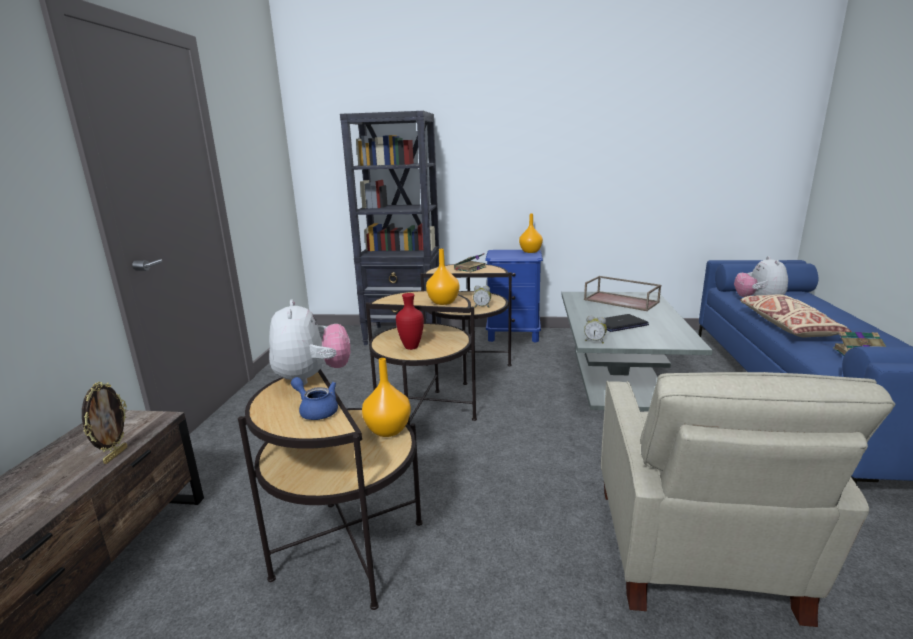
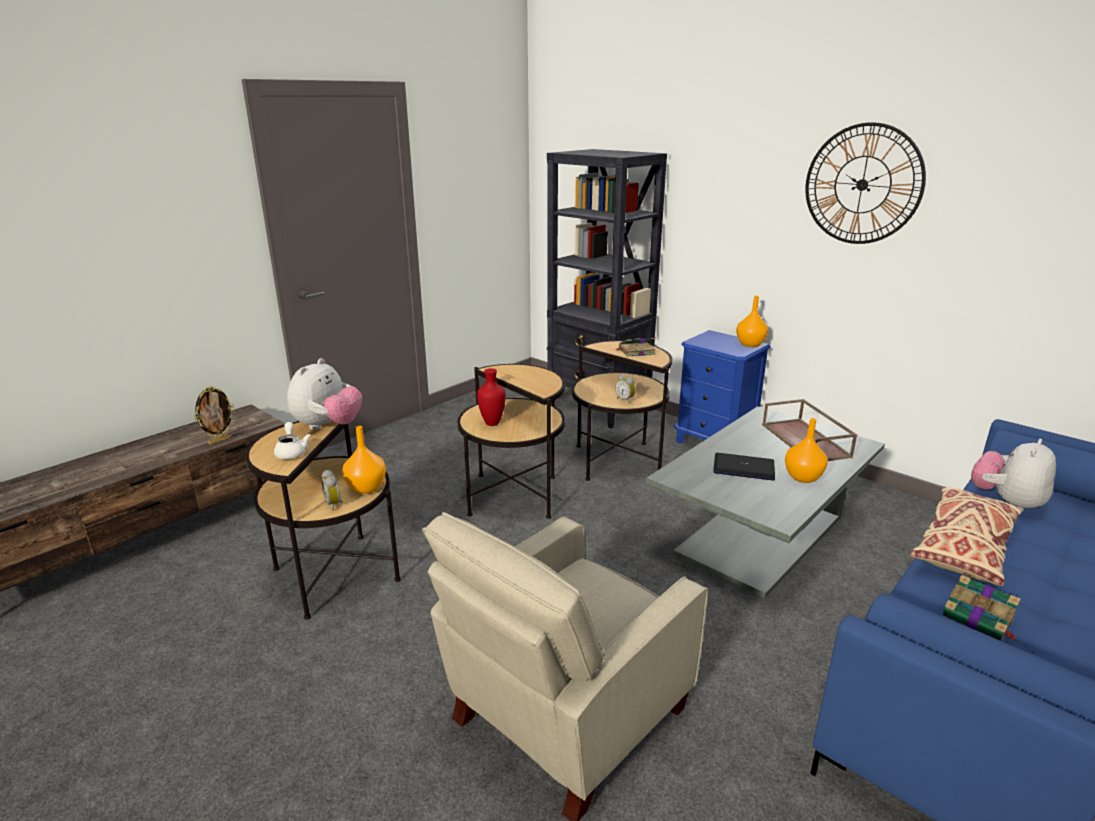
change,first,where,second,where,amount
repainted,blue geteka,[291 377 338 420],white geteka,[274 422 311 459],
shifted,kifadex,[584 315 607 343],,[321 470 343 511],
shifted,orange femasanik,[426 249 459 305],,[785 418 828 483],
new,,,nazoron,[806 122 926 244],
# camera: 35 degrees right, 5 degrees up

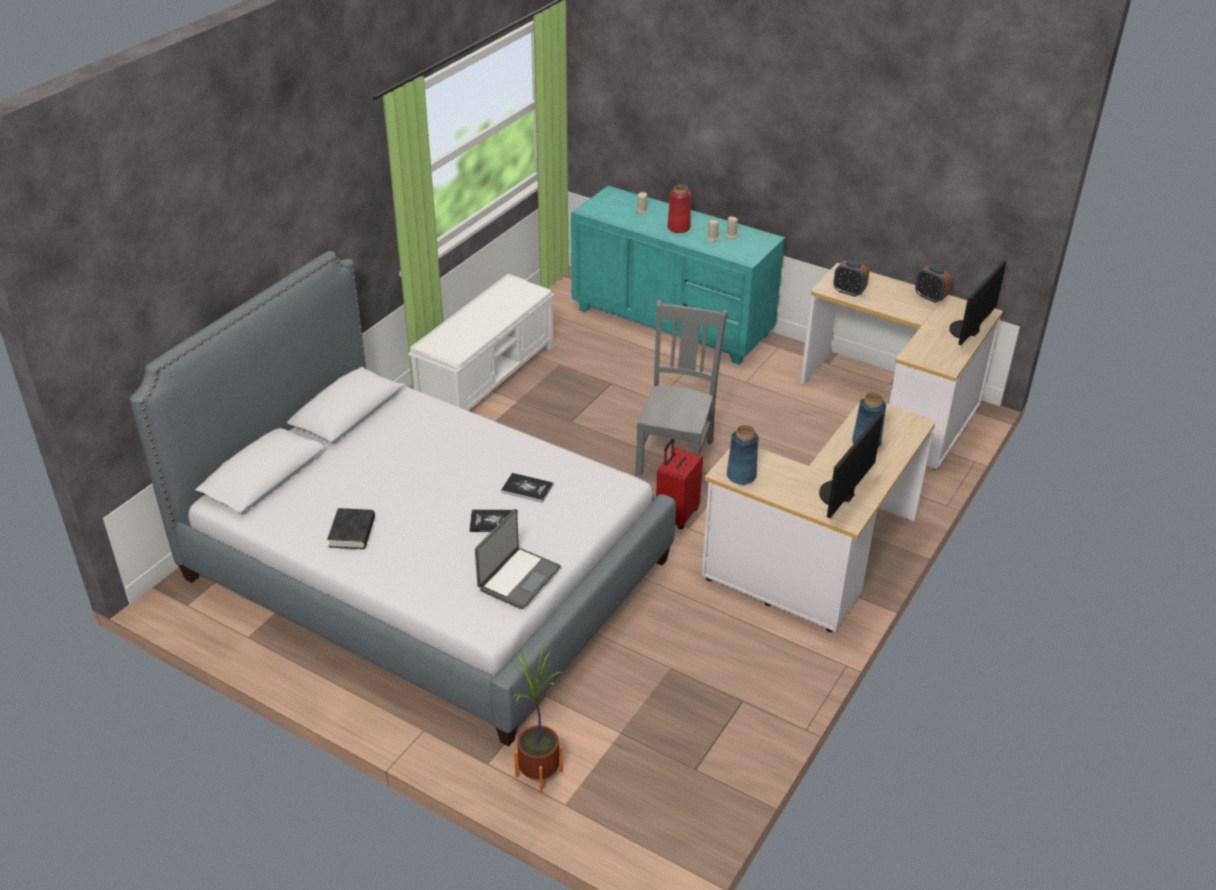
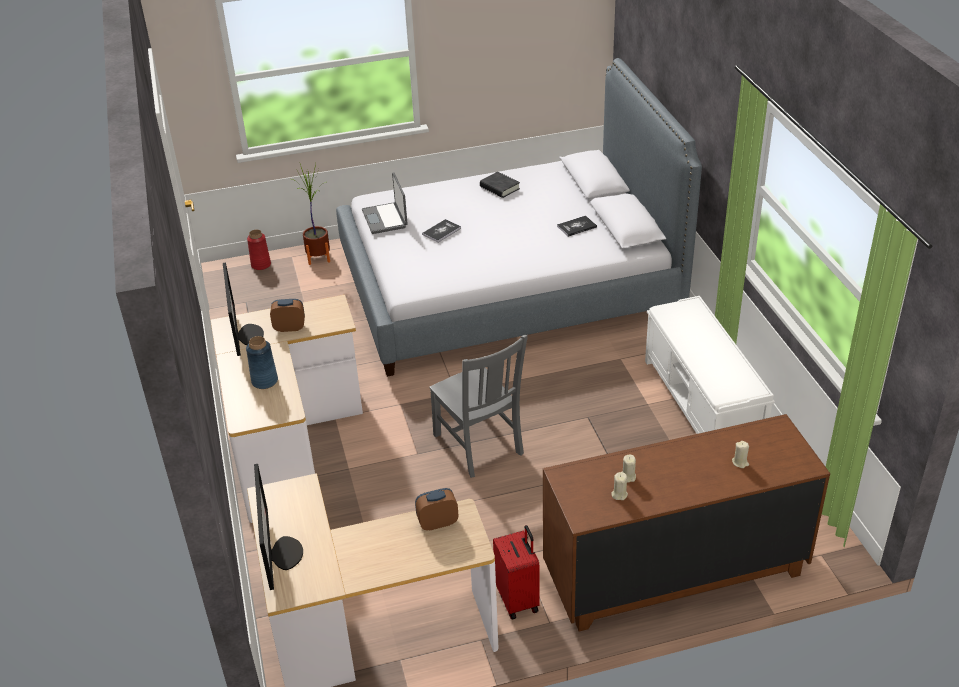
change,first,where,second,where,amount
shifted,red femasanik,[667 184 691 233],,[247 230 271 270],
shifted,kifadex,[915 265 952 303],,[270 299 305 332],
shifted,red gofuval,[656 439 703 529],,[493 525 540 620],
repainted,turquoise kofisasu,[571 186 785 365],brown kofisasu,[543 414 830 632],
shifted,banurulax,[501 473 554 503],,[557 215 597 237],
gone,blue femasanik,[727 425 759 485],,,
# camera: 135 degrees right, 0 degrees up

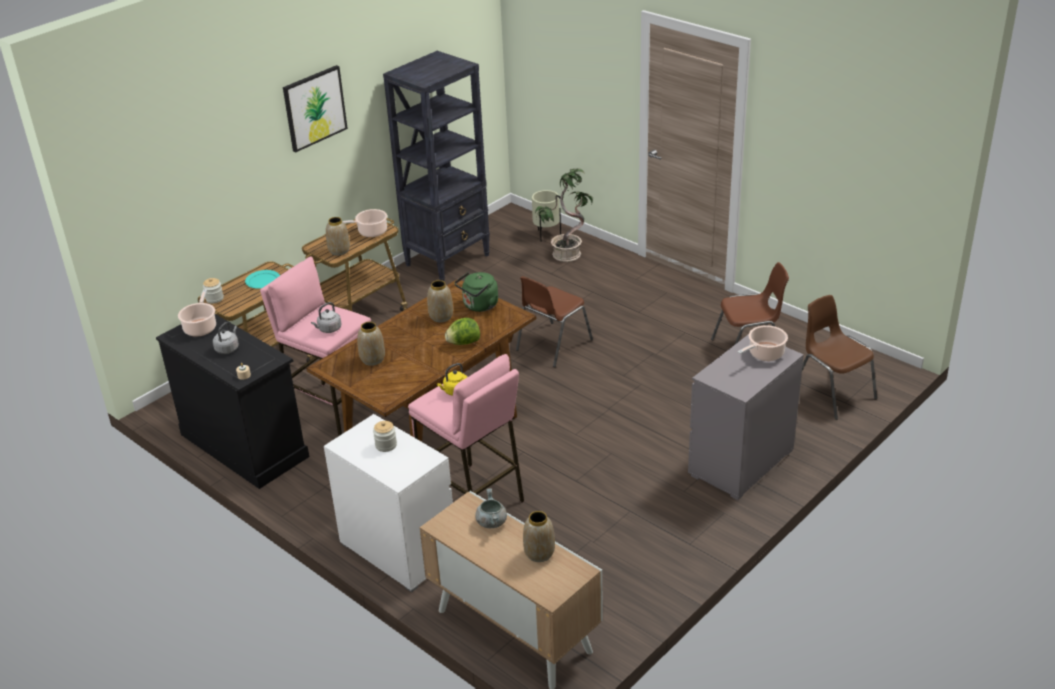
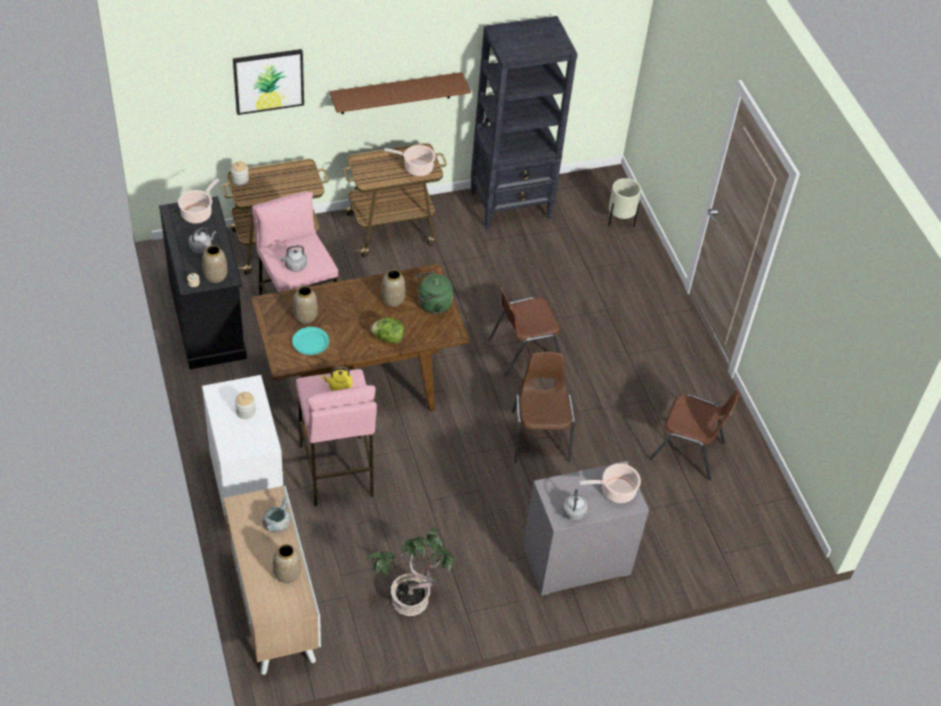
change,first,where,second,where,amount
shifted,femasanik,[326 217 350 256],,[202 245 227 283],
shifted,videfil,[283 65 348 152],,[233 49 304 115],
shifted,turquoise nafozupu,[245 270 280 289],,[292 327 329 355],
new,,,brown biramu,[330 72 471 114],
shifted,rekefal,[535 168 593 262],,[365 528 457 616],
shifted,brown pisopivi,[802 295 877 420],,[512 351 575 462],
new,,,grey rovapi,[562 489 588 521],
# camera: 25 degrees right, 15 degrees up

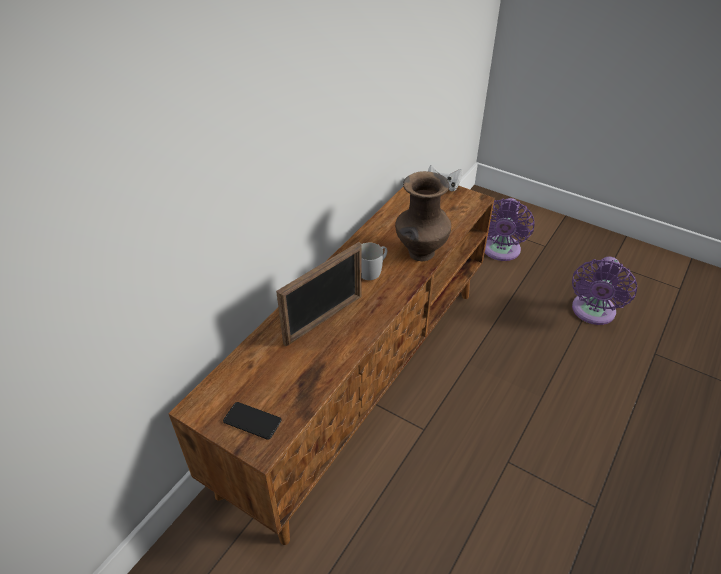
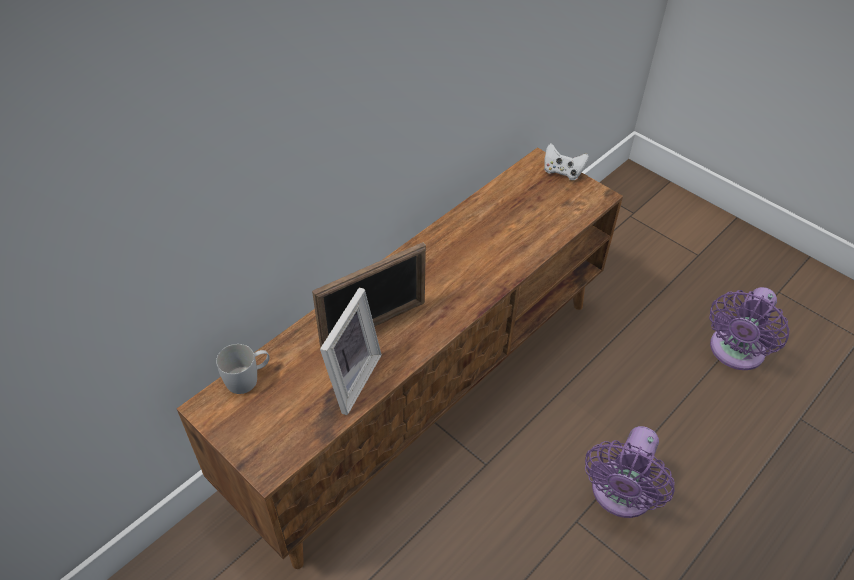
change,first,where,second,where,amount
shifted,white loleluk,[361 243 387 280],,[216 344 270 394],
new,,,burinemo,[320 288 382 415],
shifted,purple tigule,[485 198 535 261],,[585 426 675 518],
gone,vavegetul,[223 402 282 440],,,
gone,brown femasanik,[395 171 451 261],,,
# camera: 10 degrees right, 5 degrees up

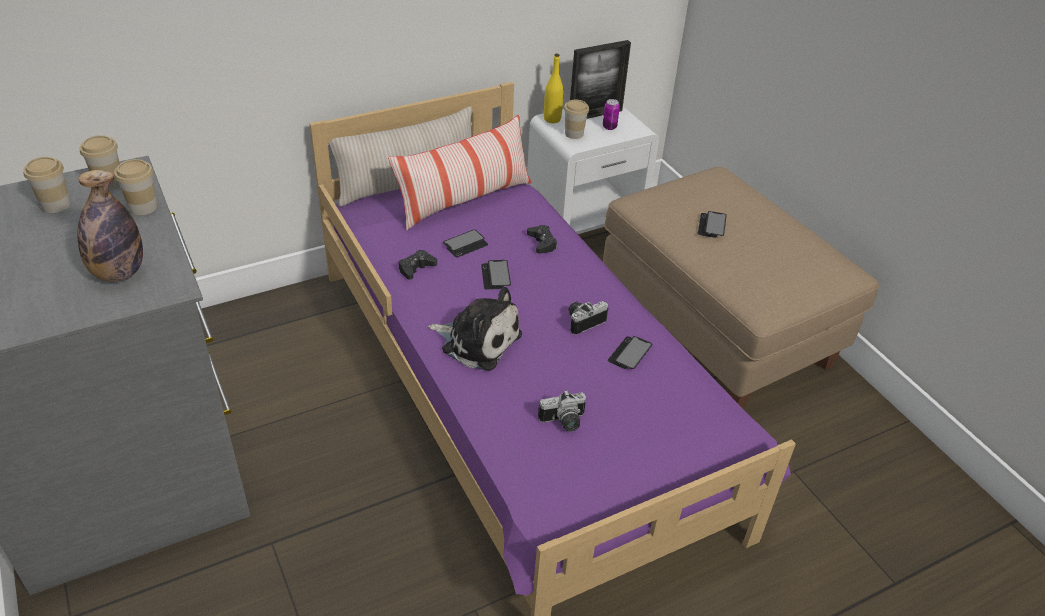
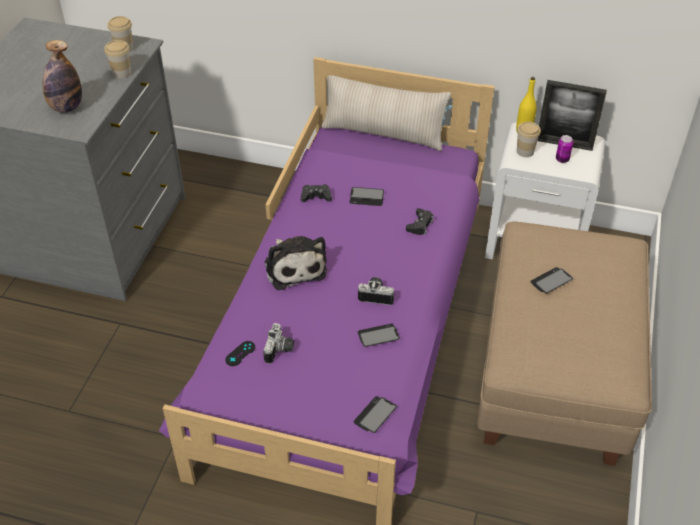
change,first,where,second,where,amount
new,,,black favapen,[225 341 255 366],
rotated,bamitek,[538 390 586 431],,[263 323 294 364],105 degrees counterclockwise
shifted,vavegetul,[481 260 511 290],,[354 396 397 433],
gone,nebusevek,[23 157 70 213],,,
gone,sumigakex,[388 115 531 231],,,
# camera: 45 degrees right, 5 degrees up

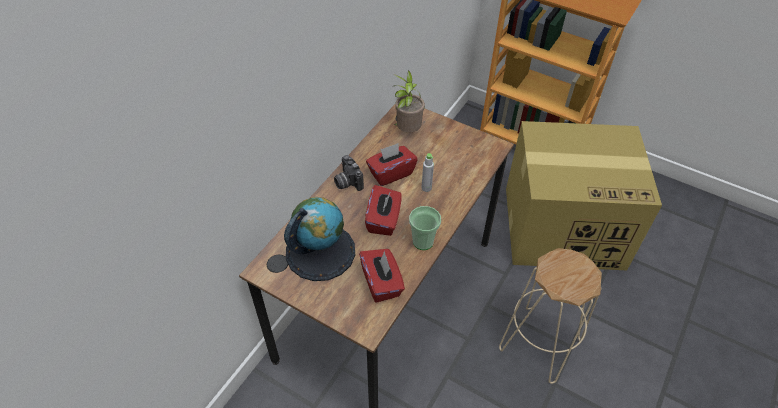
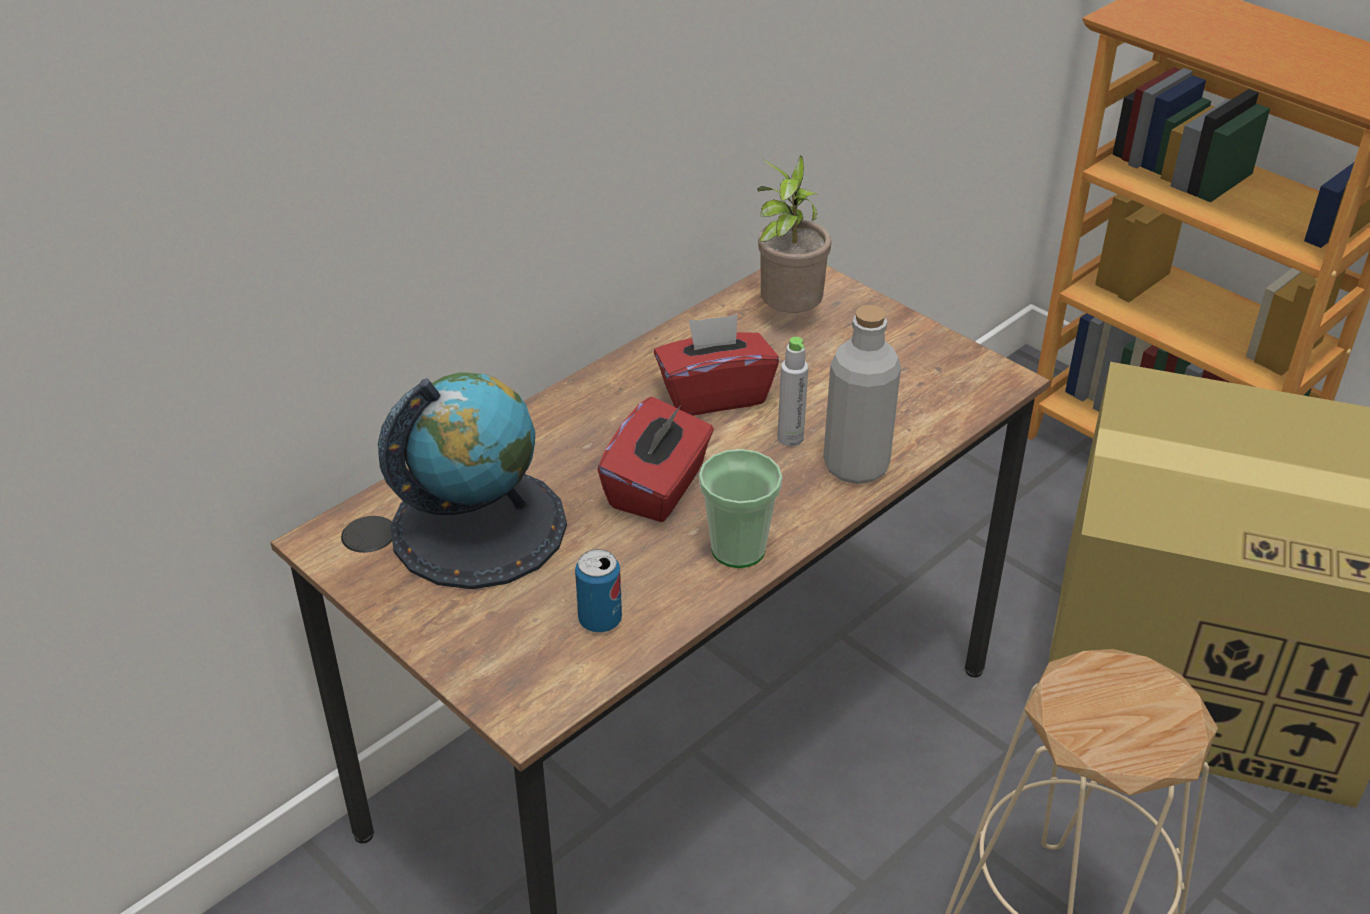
change,first,where,second,where,amount
swapped,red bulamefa,[359 249 405 303],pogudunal,[575 549 622 633],
new,,,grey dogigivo,[823 305 901 484],
gone,bamitek,[334 155 364 191],,,
# camera: 15 degrees right, 10 degrees down

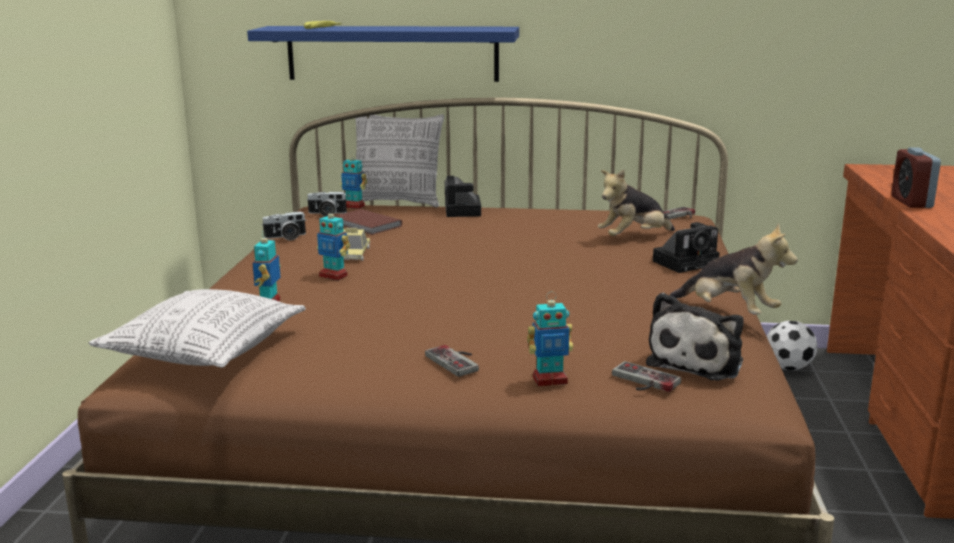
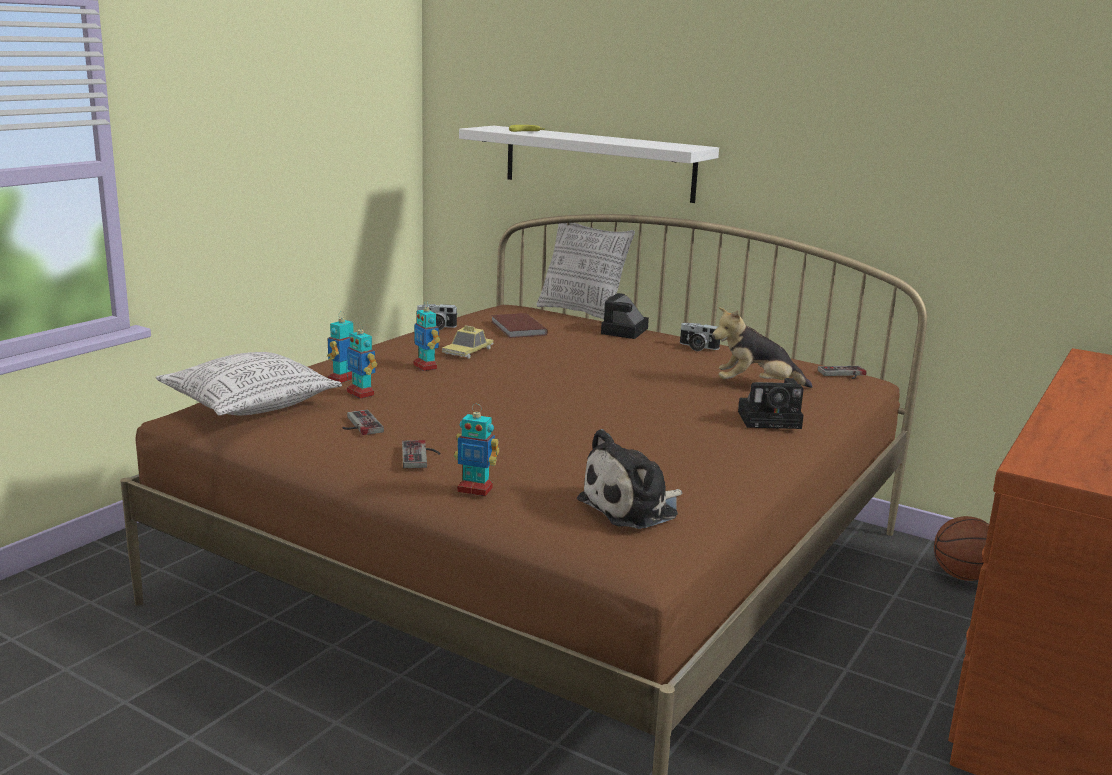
change,first,where,second,where,amount
shifted,favapen,[612 361 681 392],,[343 410 384 435],
shifted,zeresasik,[340 152 367 209],,[347 324 377 399],
repainted,blue biramu,[247 26 519 82],white biramu,[459 126 719 203],
shifted,bamitek,[306 192 348 217],,[680 323 720 351],
swapped,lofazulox,[767 321 818 370],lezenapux,[934 516 989 581],
gone,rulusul,[669 223 797 315],,,
gone,kifadex,[891 148 941 208],,,
# camera: 25 degrees right, 0 degrees up

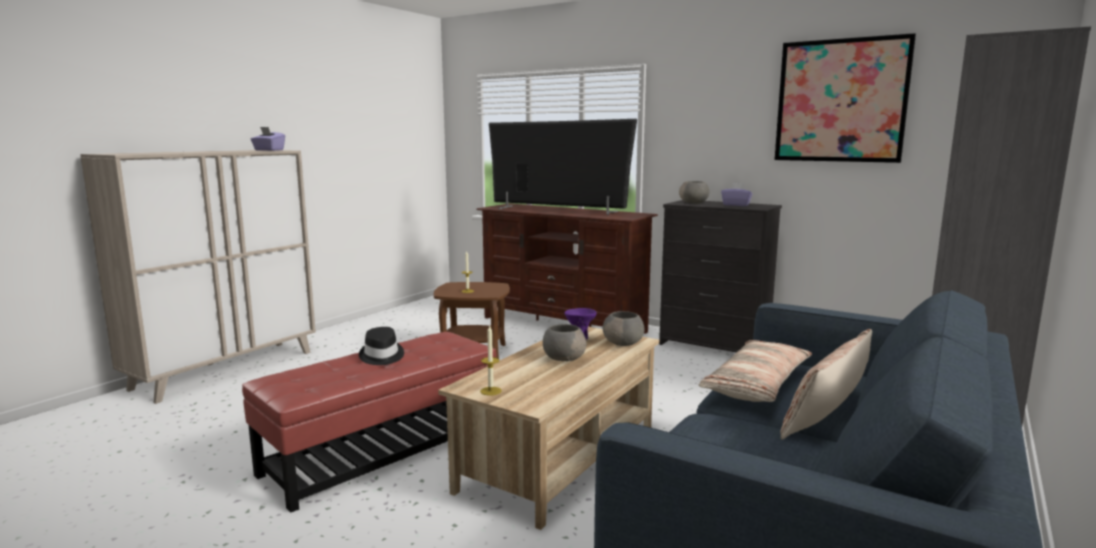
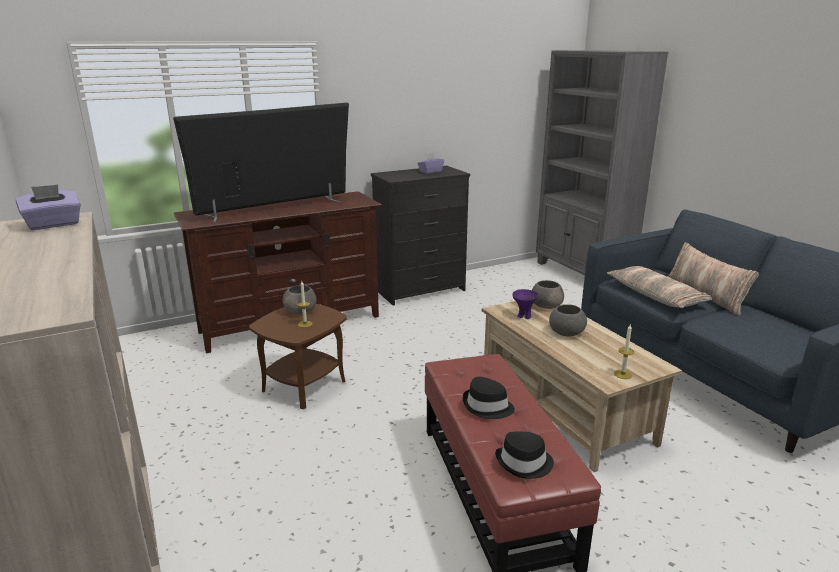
change,first,where,second,where,amount
shifted,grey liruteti,[679 181 709 204],,[282 285 317 314],
new,,,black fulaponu,[495 431 554 479],
gone,videfil,[775 33 916 163],,,
# camera: 60 degrees left, 10 degrees up

